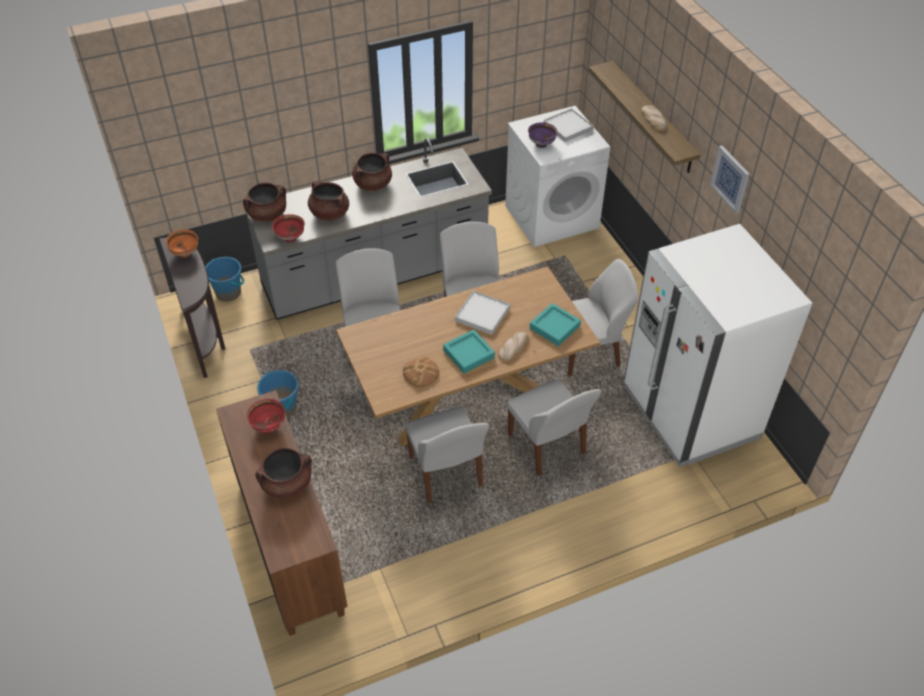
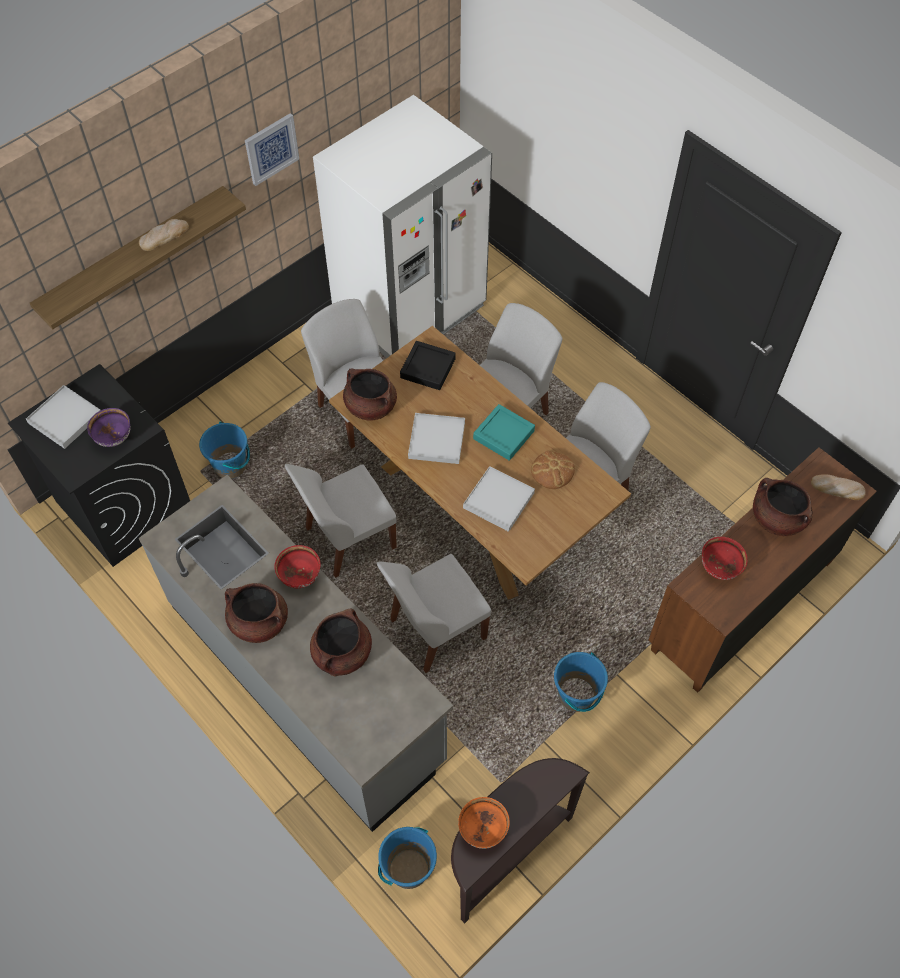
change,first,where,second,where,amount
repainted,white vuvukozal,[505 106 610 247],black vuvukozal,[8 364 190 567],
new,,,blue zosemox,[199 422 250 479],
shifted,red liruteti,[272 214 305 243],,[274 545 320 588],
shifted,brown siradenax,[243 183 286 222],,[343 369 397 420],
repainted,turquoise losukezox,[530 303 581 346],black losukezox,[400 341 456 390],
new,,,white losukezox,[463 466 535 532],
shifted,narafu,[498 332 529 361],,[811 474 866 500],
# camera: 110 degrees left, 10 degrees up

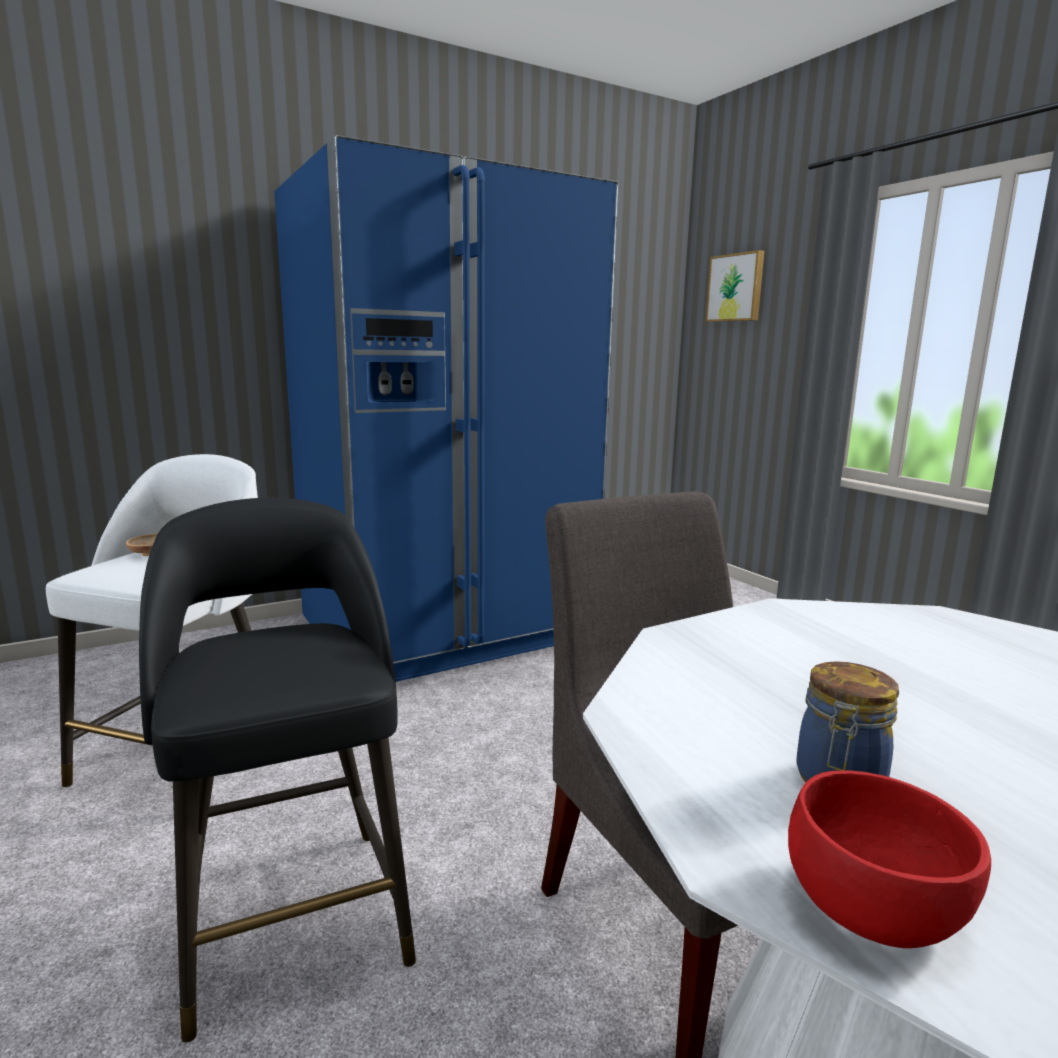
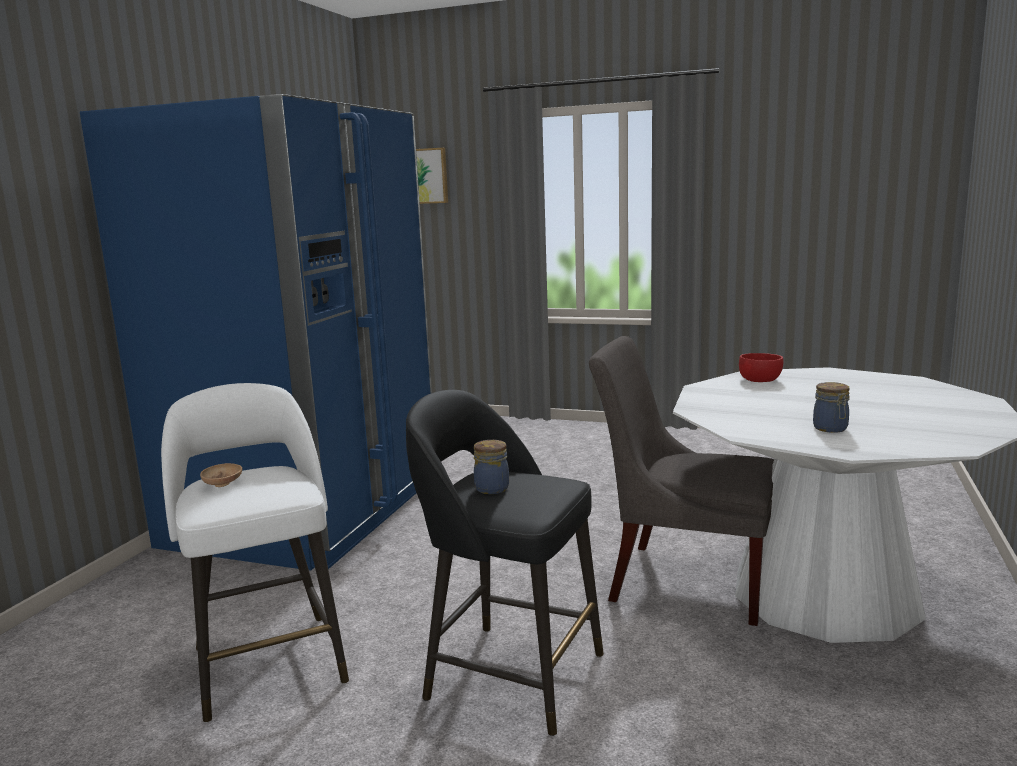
change,first,where,second,where,amount
new,,,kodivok,[474 440 509 494],
shifted,red liruteti,[788 770 991 948],,[739 353 783 382],
# camera: 40 degrees left, 0 degrees up

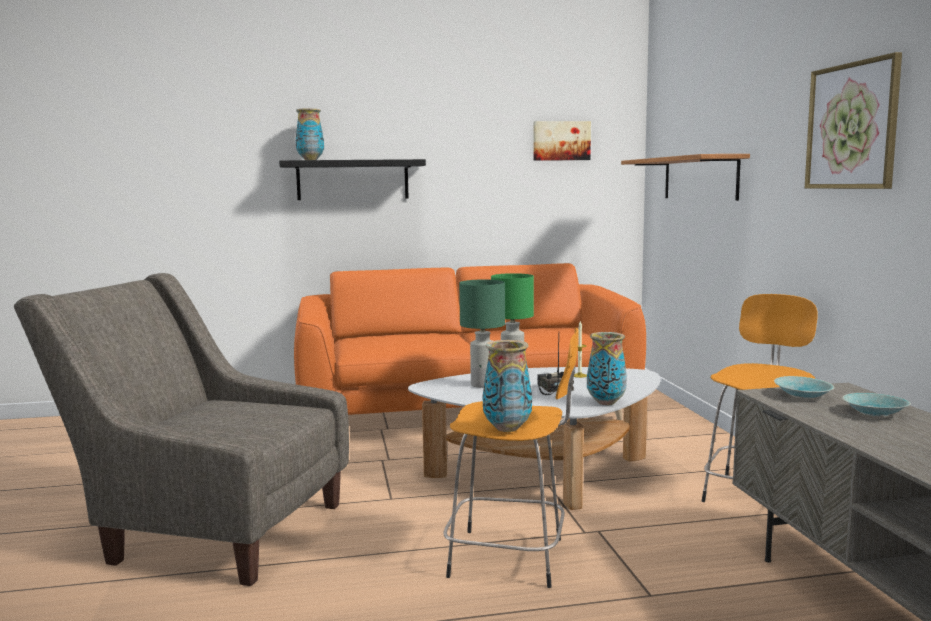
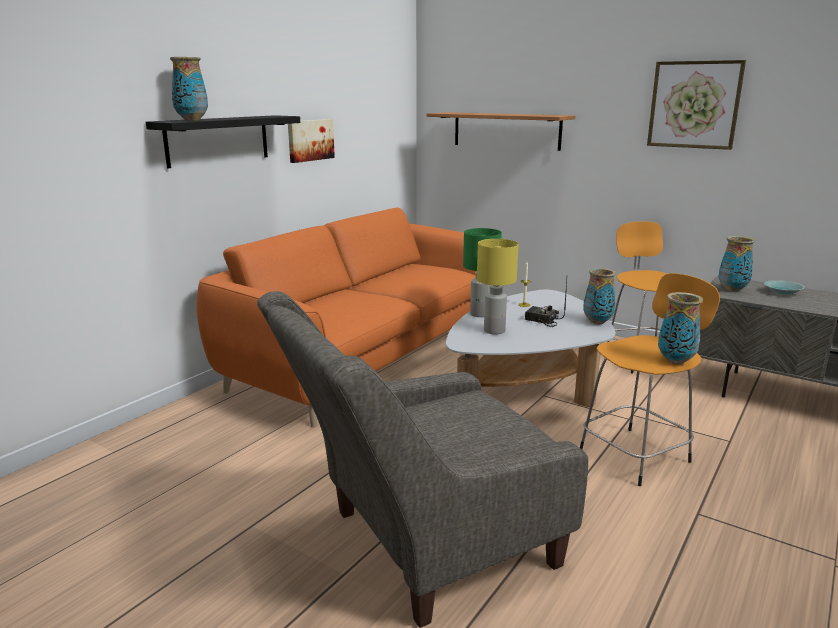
change,first,where,second,where,amount
shifted,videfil,[534 121 591 161],,[288 119 335 163],
repainted,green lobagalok,[459 279 505 388],yellow lobagalok,[477 239 519 335],
swapped,turquoise liruteti,[774 376 834 399],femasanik,[718 236 755 292],
# camera: 45 degrees left, 10 degrees up

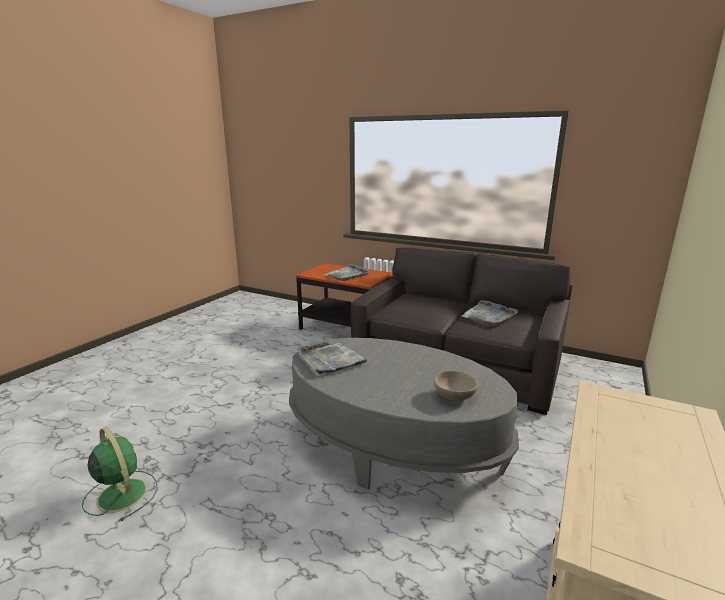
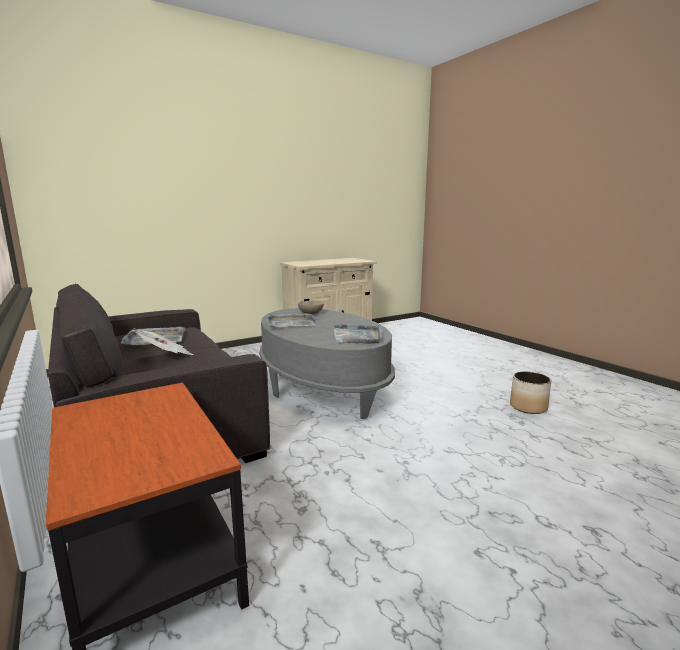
change,first,where,second,where,amount
new,,,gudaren,[132 330 193 355],
shifted,grey losukezox,[324 264 370 281],,[266 313 316 327],
swapped,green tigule,[82 427 158 522],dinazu,[510 371 551 414],
# camera: 150 degrees left, 5 degrees down

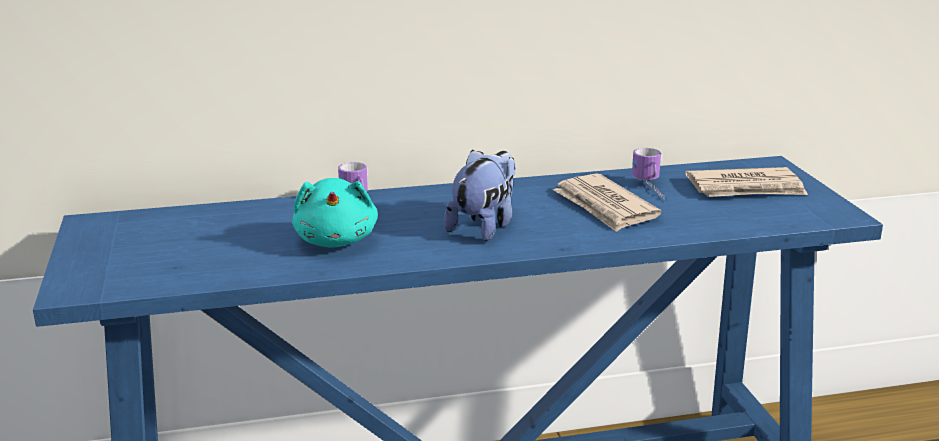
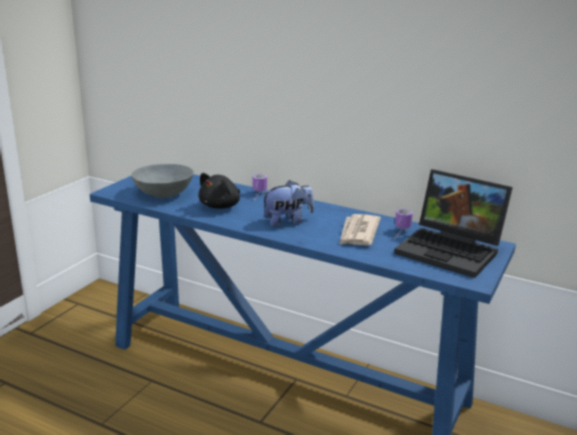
change,first,where,second,where,amount
new,,,grey liruteti,[131 164 194 198],
repainted,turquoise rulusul,[292 178 378 248],black rulusul,[198 173 240 209],
swapped,gudaren,[685 167 808 197],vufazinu,[394 169 513 278],
# camera: 40 degrees right, 0 degrees up

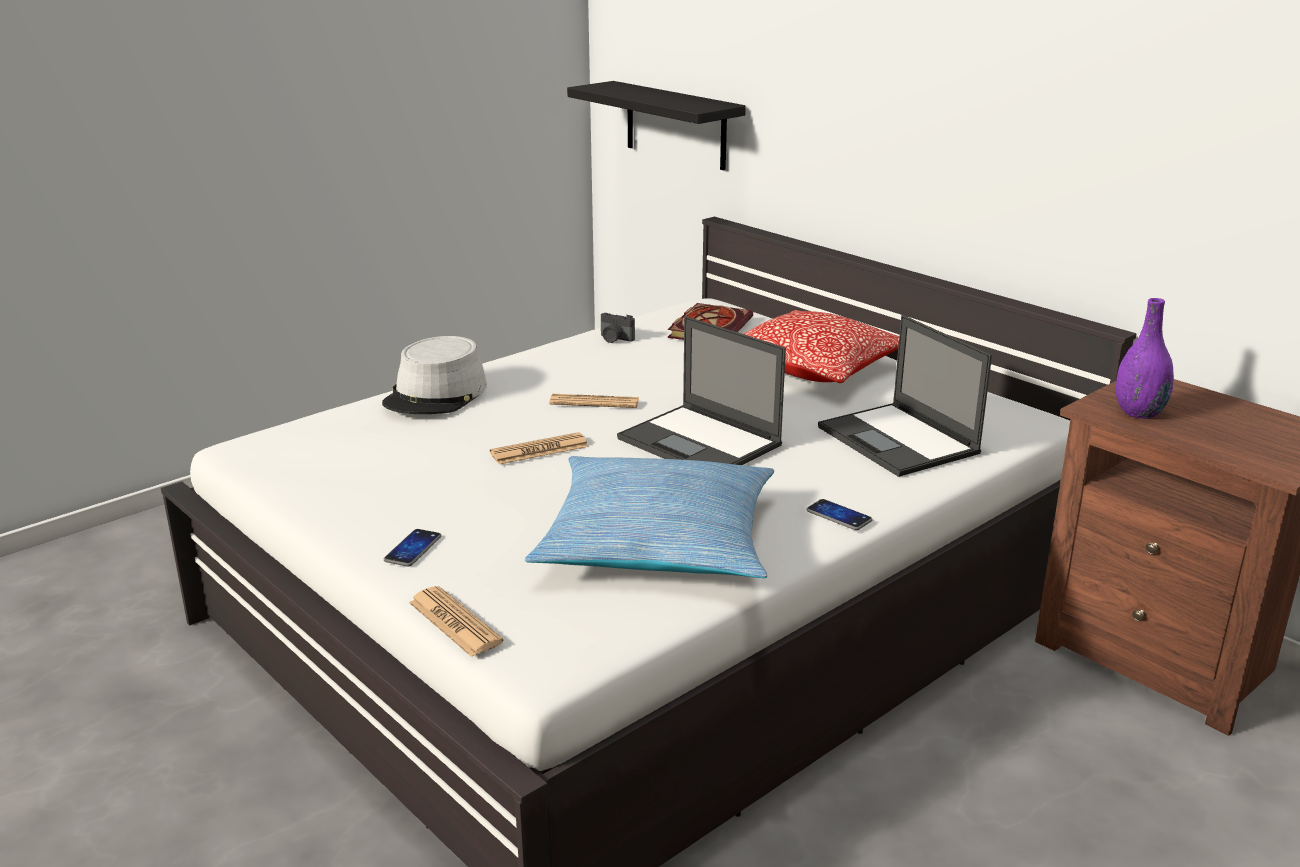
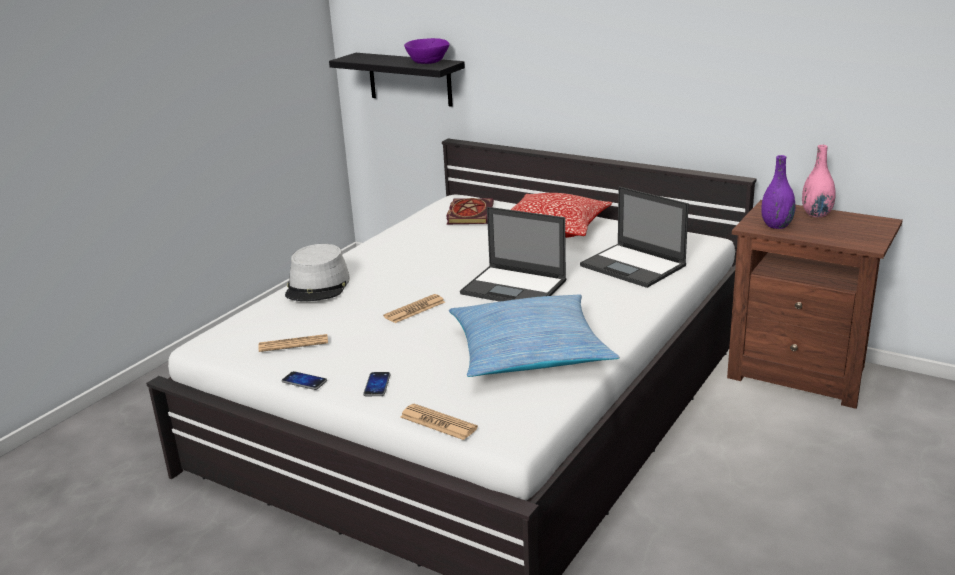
change,first,where,second,where,amount
shifted,gudaren,[550 394 639 408],,[258 334 328 352],
shifted,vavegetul,[806 499 872 530],,[281 371 327 390],
new,,,purple liruteti,[404 38 450 64],
new,,,pink femasanik,[802 145 836 217],
gone,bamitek,[601 313 635 343],,,
# camera: 15 degrees left, 0 degrees up

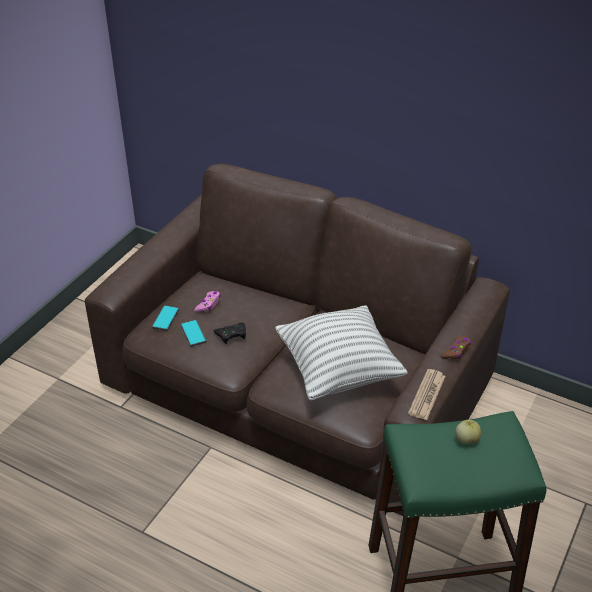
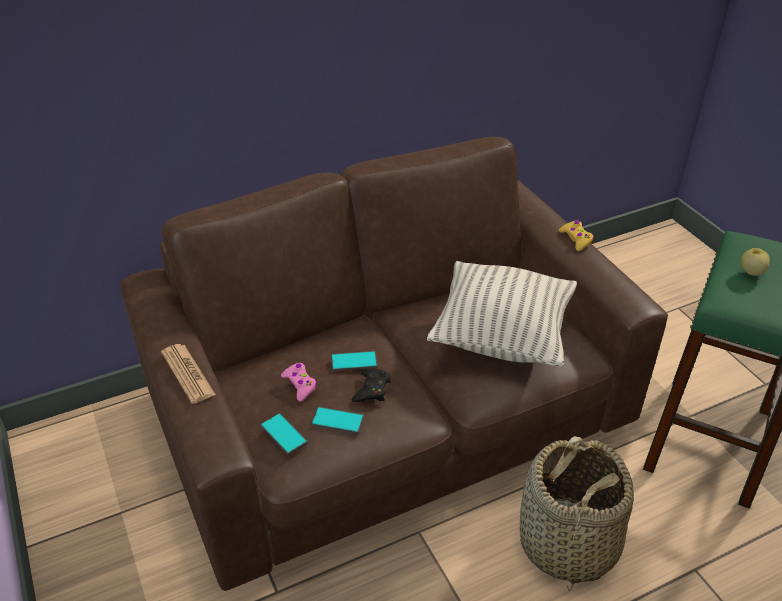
change,first,where,second,where,amount
shifted,gudaren,[408 369 445 420],,[161 344 216 404],
new,,,vavegetul,[331 351 378 371],
new,,,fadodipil,[520 436 634 591],
repainted,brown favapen,[441 337 471 359],yellow favapen,[559 221 594 251],
# camera: 55 degrees left, 0 degrees up

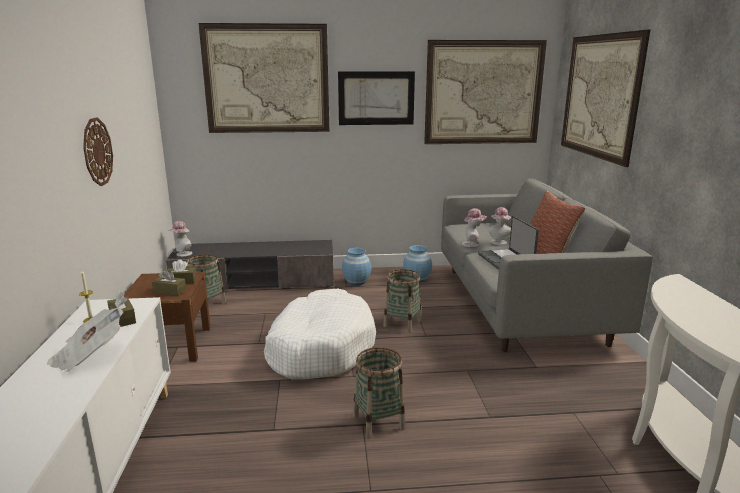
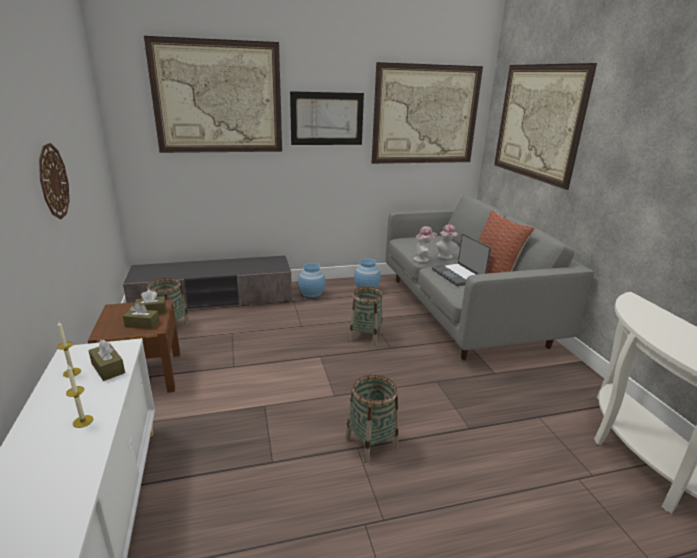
change,first,where,second,where,amount
swapped,gudaren,[47 308 124 372],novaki,[66 365 93 428],
gone,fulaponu,[168 221 192 257],,,
gone,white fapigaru,[264 289 376 380],,,
# camera: 10 degrees left, 5 degrees up

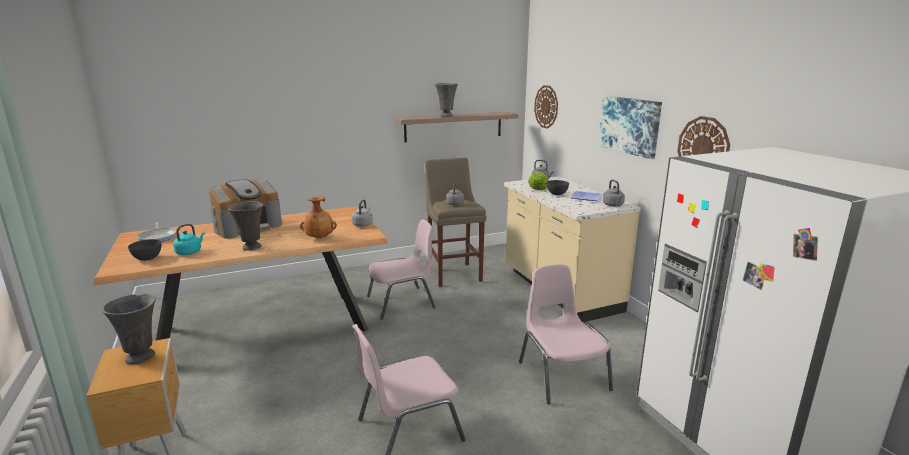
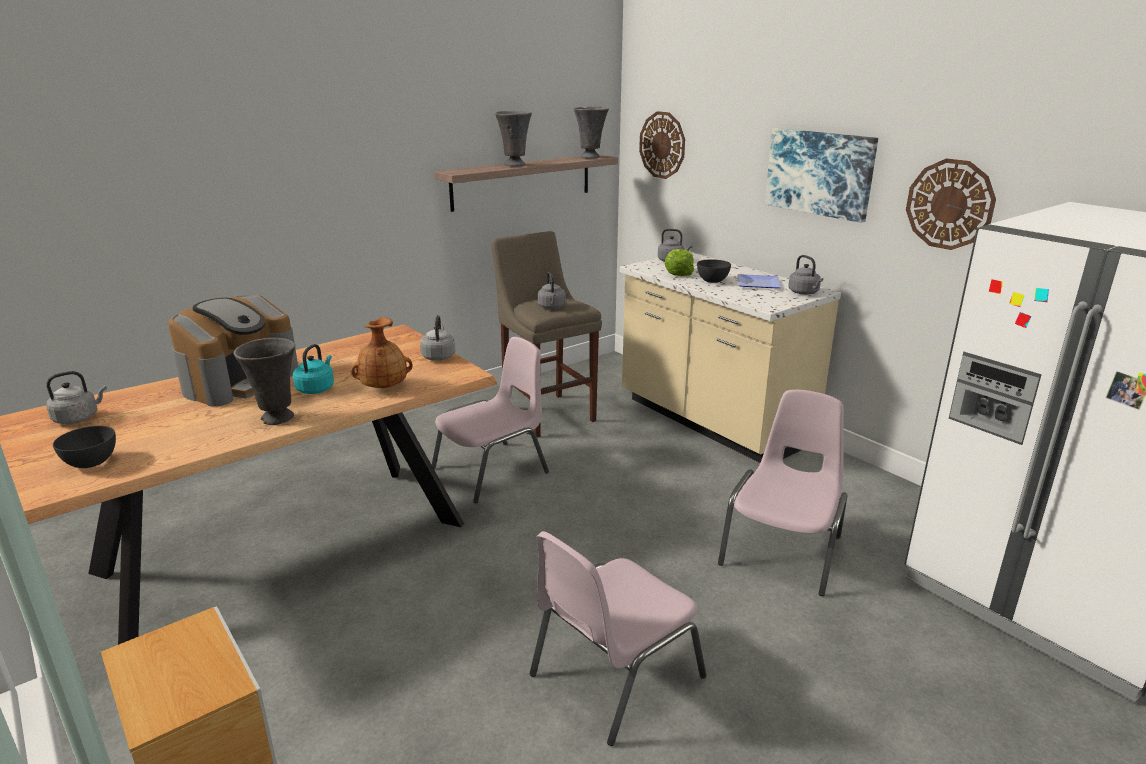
change,first,where,second,where,amount
swapped,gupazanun,[136 222 176 242],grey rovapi,[46 371 107 424],
shifted,turquoise rovapi,[173 224 205 255],,[293 344 334 394],
shifted,grey femasanik,[102 293 156 364],,[574 107 609 159],
rotated,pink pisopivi,[519 264 613 404],,[718 390 847 596],60 degrees clockwise
# camera: 15 degrees left, 5 degrees up

